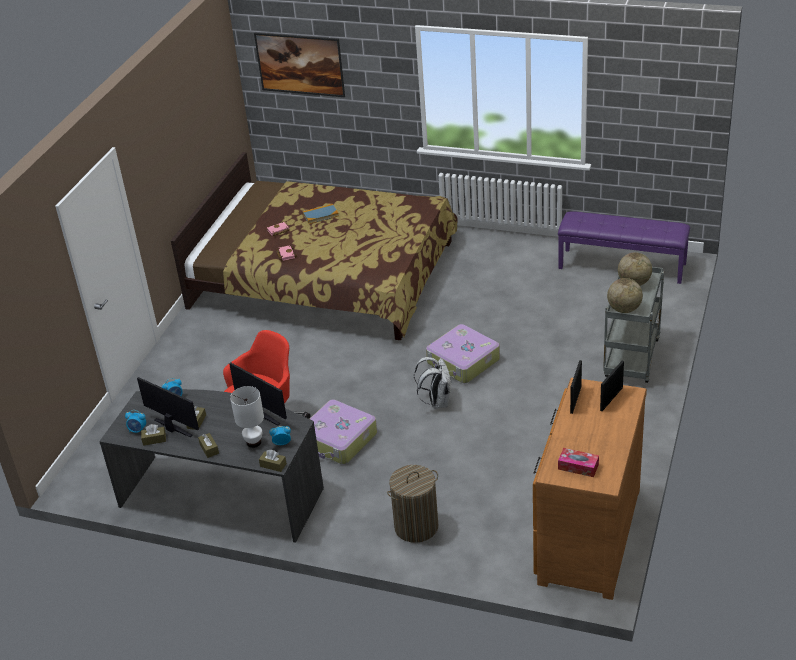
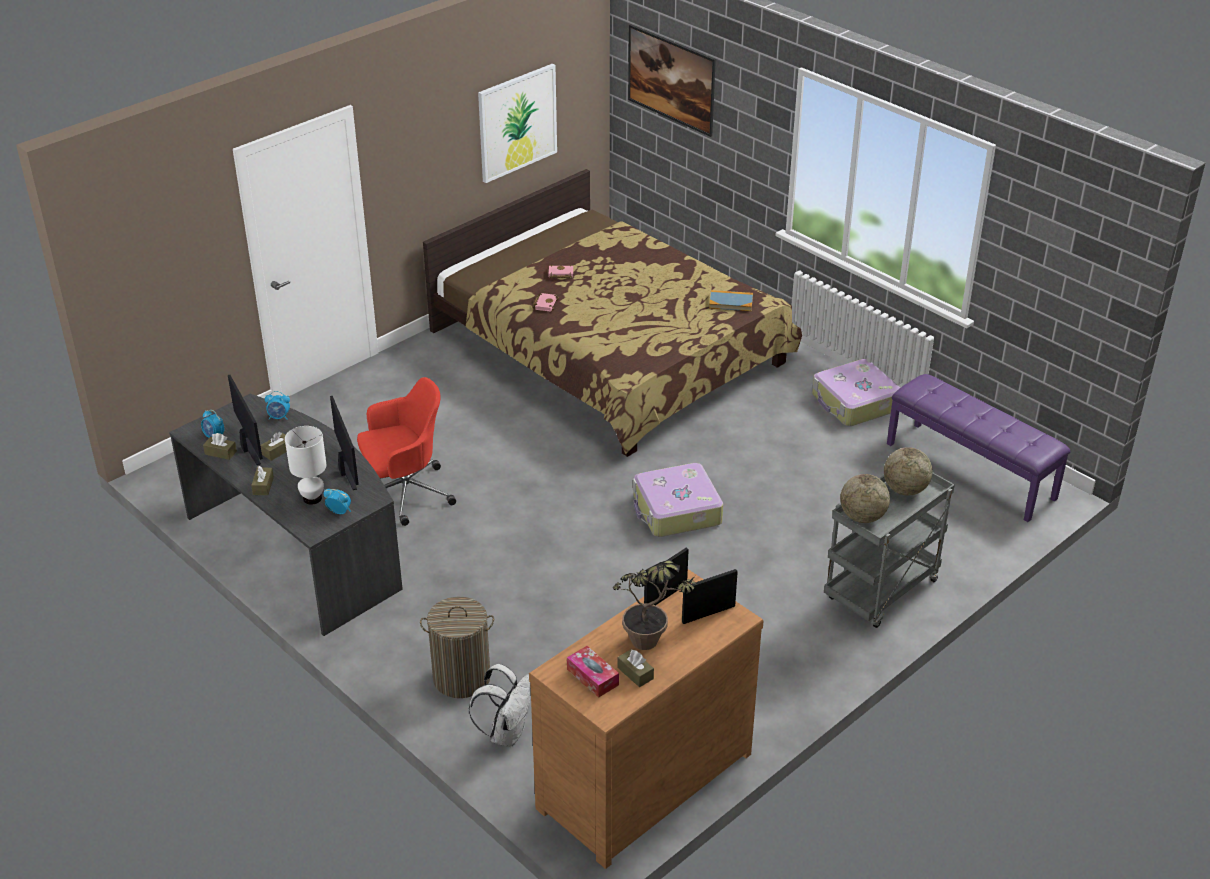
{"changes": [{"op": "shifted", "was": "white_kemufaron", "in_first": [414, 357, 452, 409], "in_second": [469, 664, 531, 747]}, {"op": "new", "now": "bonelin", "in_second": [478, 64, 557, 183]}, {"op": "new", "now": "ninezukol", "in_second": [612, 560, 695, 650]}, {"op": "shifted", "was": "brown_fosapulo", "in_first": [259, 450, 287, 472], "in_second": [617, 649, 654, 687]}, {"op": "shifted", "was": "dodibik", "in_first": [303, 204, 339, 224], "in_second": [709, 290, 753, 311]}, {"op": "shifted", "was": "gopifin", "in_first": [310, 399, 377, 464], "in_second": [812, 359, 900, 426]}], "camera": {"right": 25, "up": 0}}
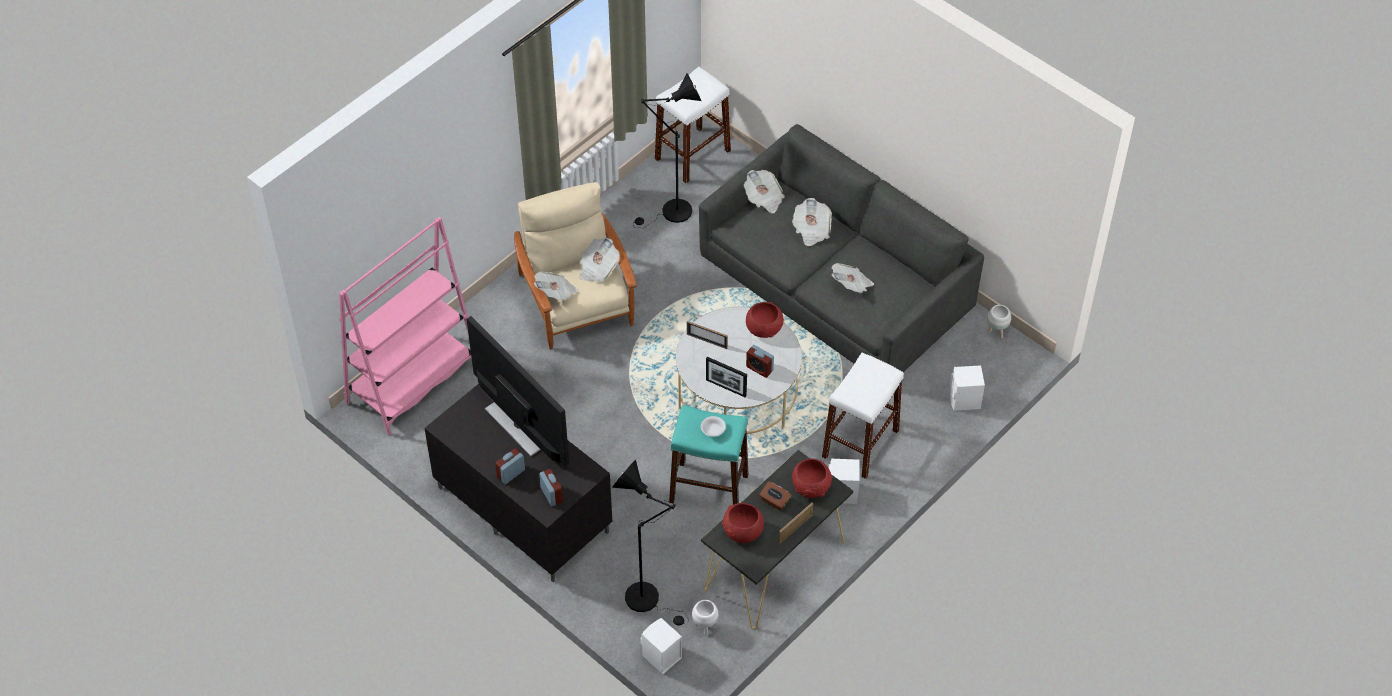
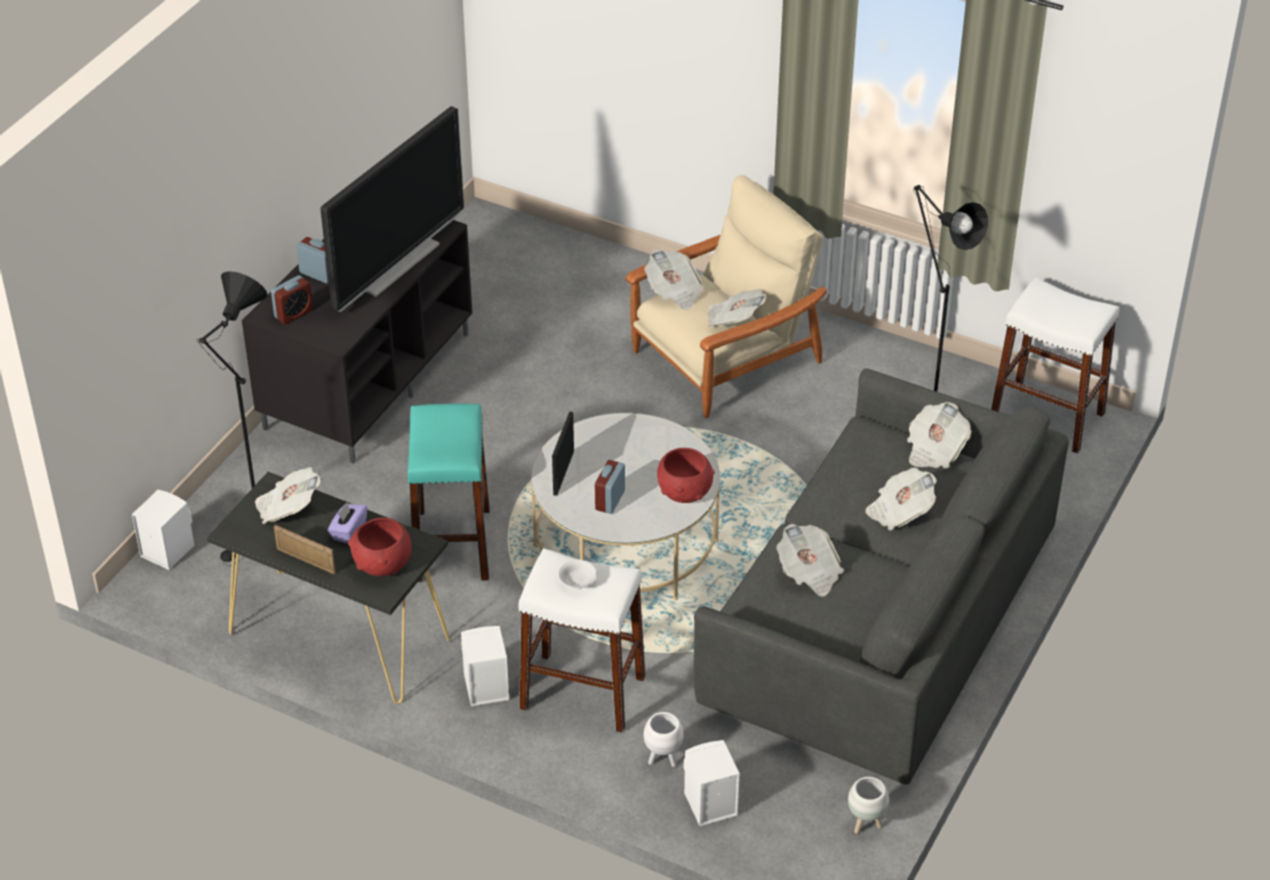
{"changes": [{"op": "swapped", "was": "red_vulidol", "now": "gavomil", "in_first": [722, 503, 764, 543], "in_second": [255, 467, 320, 524]}, {"op": "repainted", "was": "brown_fosapulo", "now": "purple_fosapulo", "in_first": [759, 481, 791, 511], "in_second": [328, 502, 368, 544]}, {"op": "shifted", "was": "white_vulidol", "in_first": [701, 416, 726, 437], "in_second": [558, 560, 597, 588]}, {"op": "shifted", "was": "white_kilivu", "in_first": [692, 600, 718, 636], "in_second": [644, 712, 684, 767]}, {"op": "gone", "was": "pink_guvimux", "in_first": [339, 217, 471, 435]}, {"op": "gone", "was": "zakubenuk", "in_first": [687, 321, 728, 349]}], "camera": {"right": 75, "up": -10}}
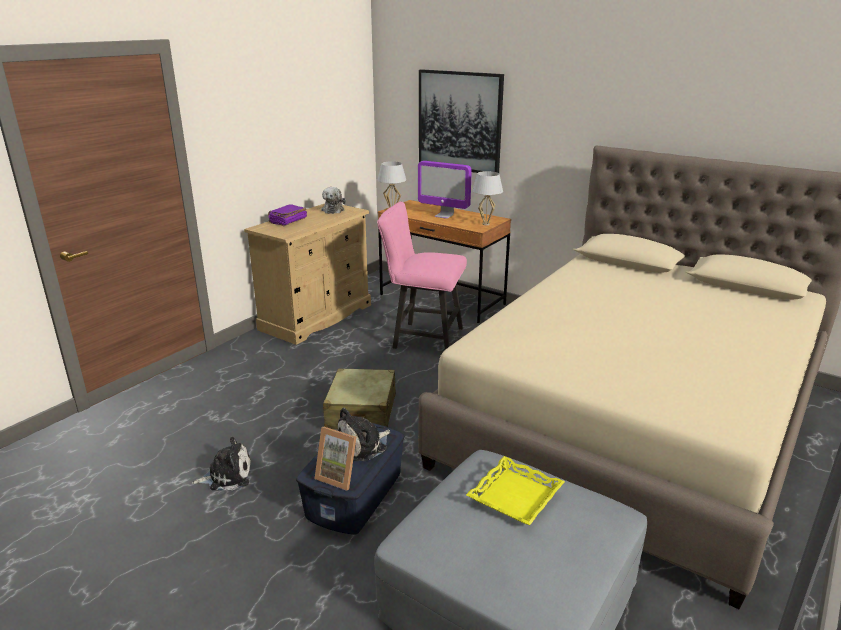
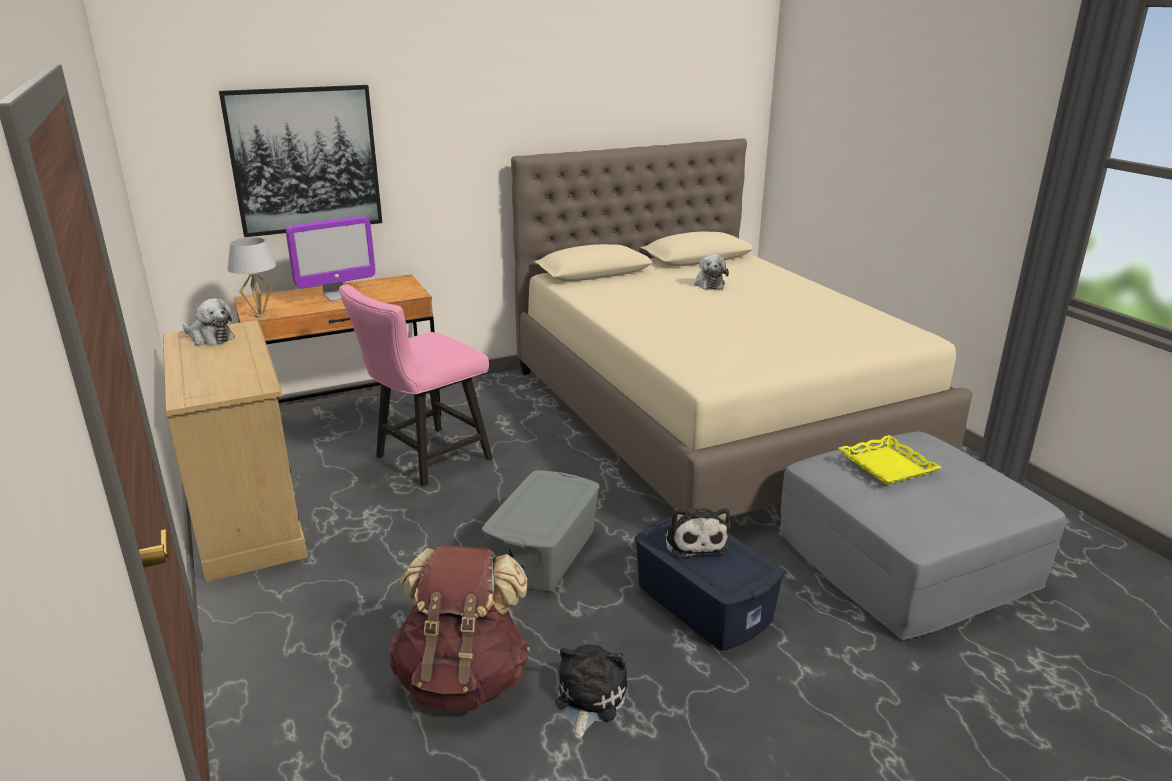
{"changes": [{"op": "new", "now": "brown_kemufaron", "in_second": [389, 545, 530, 711]}, {"op": "swapped", "was": "beige_gopifin", "now": "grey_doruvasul", "in_first": [323, 368, 396, 430], "in_second": [482, 470, 600, 592]}, {"op": "new", "now": "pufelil", "in_second": [694, 254, 729, 290]}, {"op": "gone", "was": "purple_dodibik", "in_first": [268, 204, 307, 226]}, {"op": "gone", "was": "zakubenuk", "in_first": [314, 427, 356, 491]}, {"op": "gone", "was": "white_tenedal", "in_first": [472, 171, 503, 225]}], "camera": {"right": -60, "up": 0}}
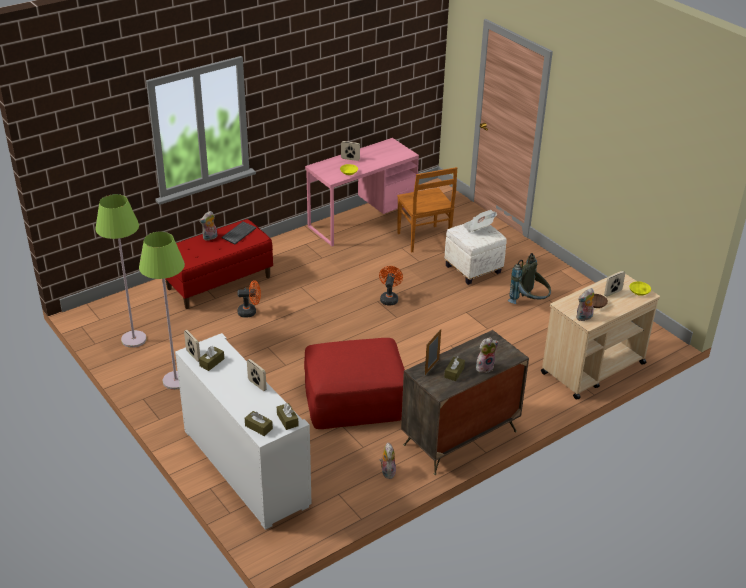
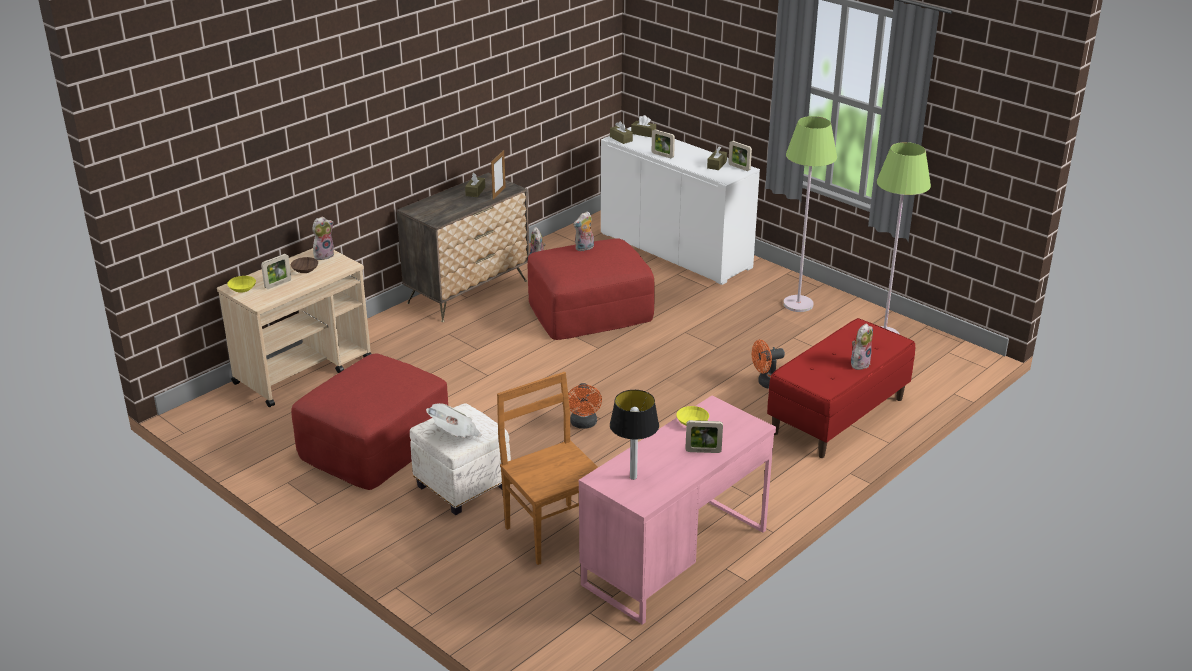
{"changes": [{"op": "swapped", "was": "grey_kemufaron", "now": "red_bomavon", "in_first": [508, 253, 551, 304], "in_second": [291, 354, 448, 490]}, {"op": "shifted", "was": "pufelil", "in_first": [476, 338, 499, 373], "in_second": [573, 211, 594, 251]}, {"op": "new", "now": "tenedal", "in_second": [610, 390, 659, 480]}, {"op": "gone", "was": "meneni", "in_first": [221, 221, 256, 244]}], "camera": {"right": 170, "up": -5}}
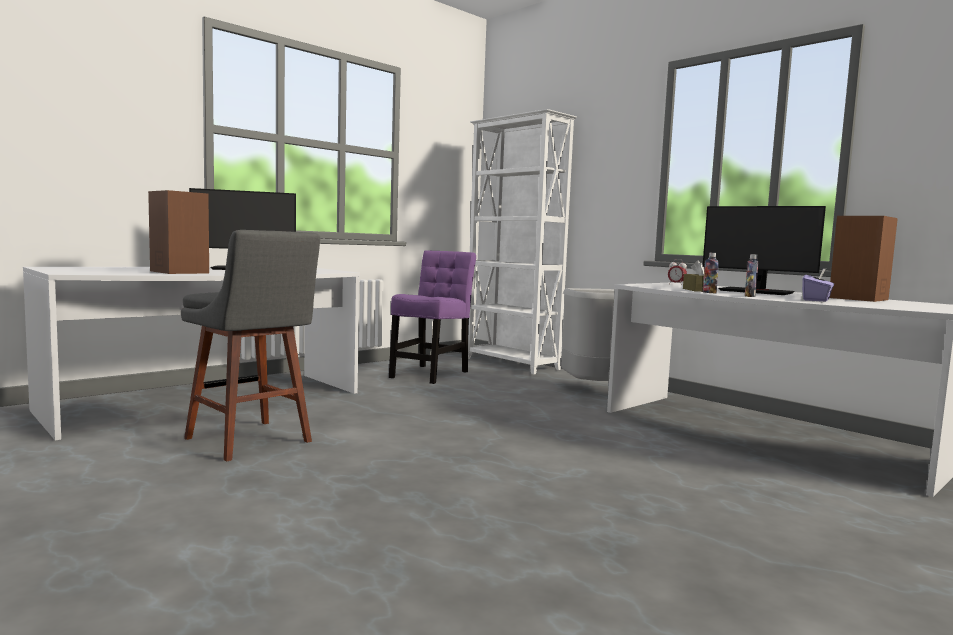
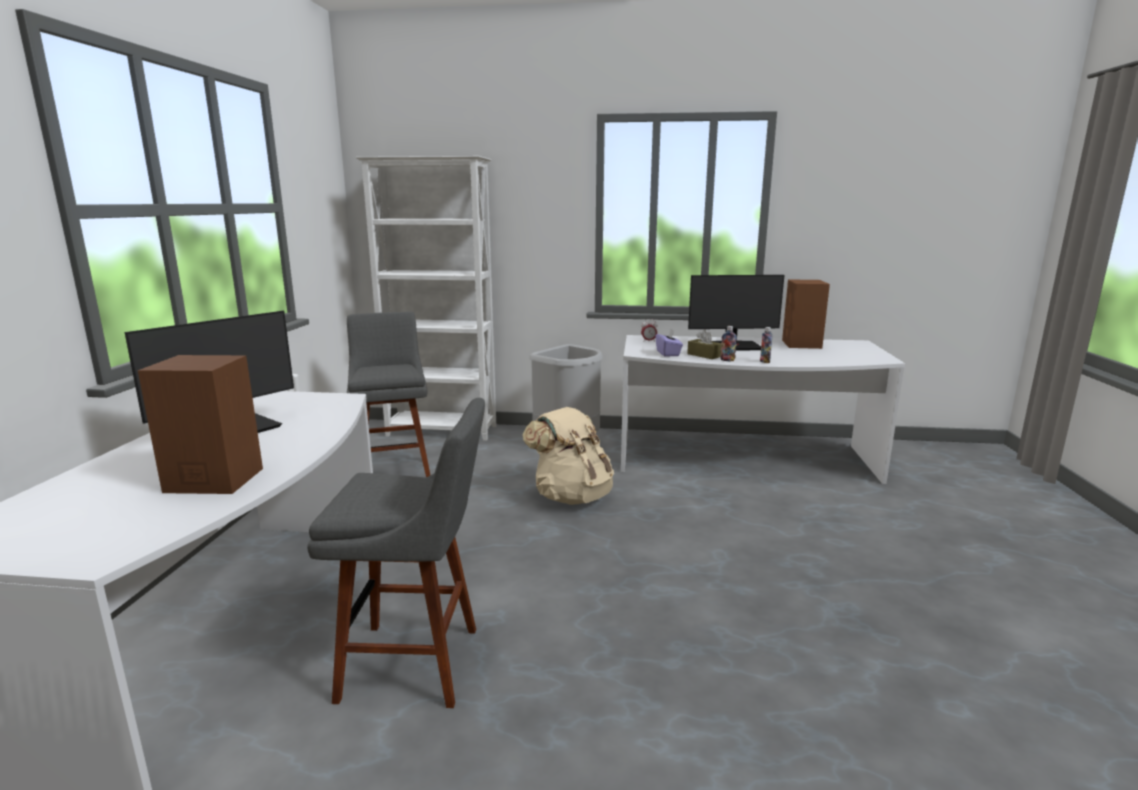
{"changes": [{"op": "swapped", "was": "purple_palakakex", "now": "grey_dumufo", "in_first": [389, 250, 476, 384], "in_second": [347, 312, 430, 478]}, {"op": "new", "now": "beige_kemufaron", "in_second": [523, 407, 614, 505]}, {"op": "shifted", "was": "purple_fosapulo", "in_first": [802, 268, 834, 302], "in_second": [655, 328, 683, 357]}], "camera": {"right": -40, "up": 10}}
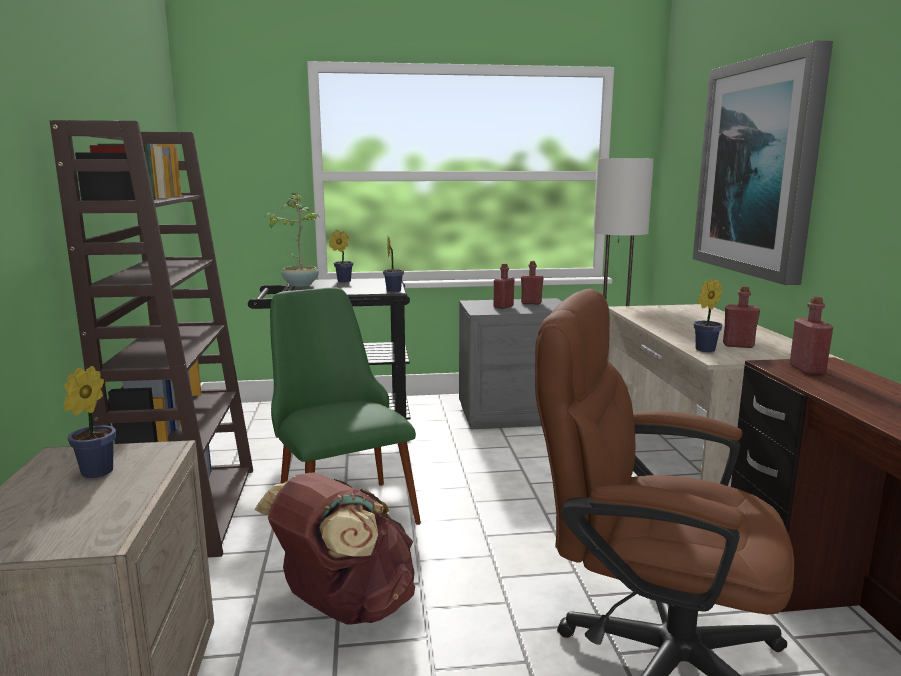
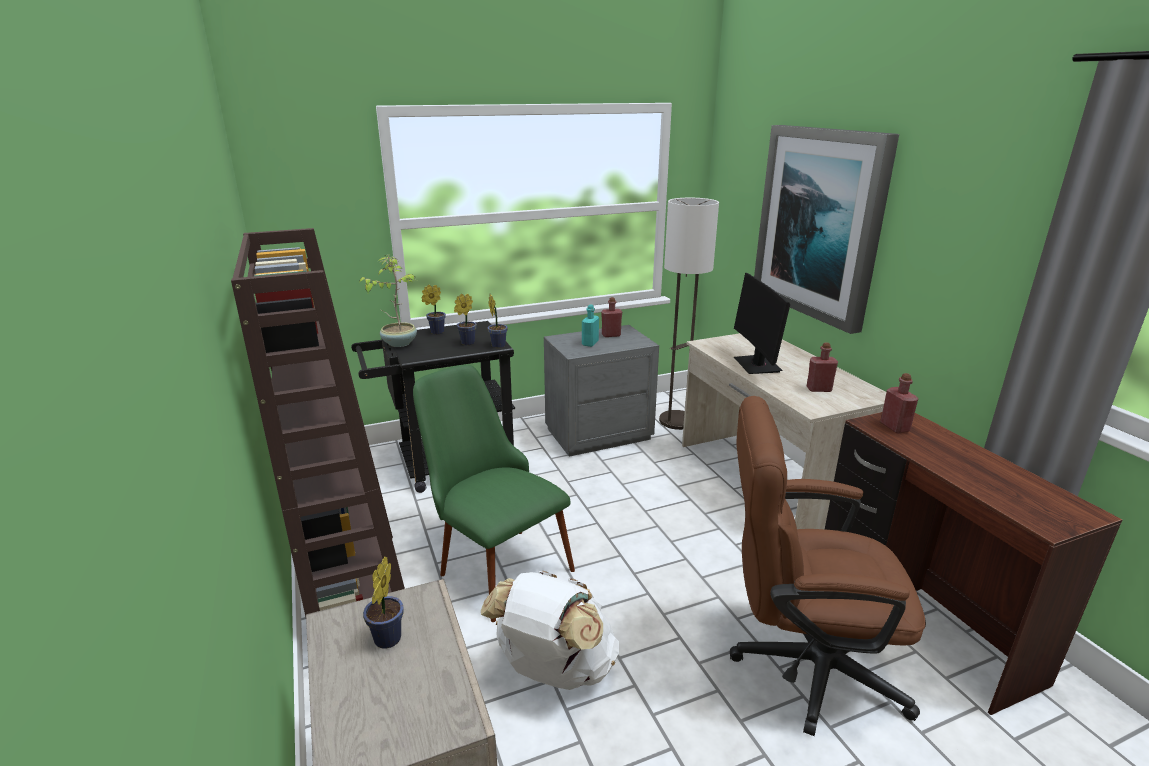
{"changes": [{"op": "shifted", "was": "ninezukol", "in_first": [693, 279, 723, 352], "in_second": [454, 294, 477, 345]}, {"op": "repainted", "was": "brown_kemufaron", "now": "white_kemufaron", "in_first": [255, 472, 415, 625], "in_second": [481, 570, 619, 690]}, {"op": "repainted", "was": "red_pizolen", "now": "turquoise_pizolen", "in_first": [494, 263, 515, 309], "in_second": [582, 304, 599, 347]}, {"op": "new", "now": "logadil", "in_second": [734, 273, 790, 374]}], "camera": {"right": -15, "up": 10}}
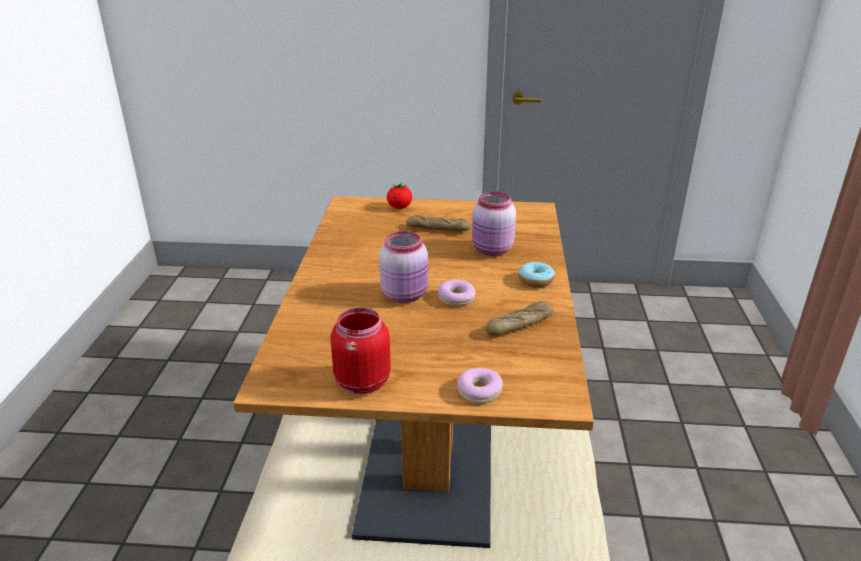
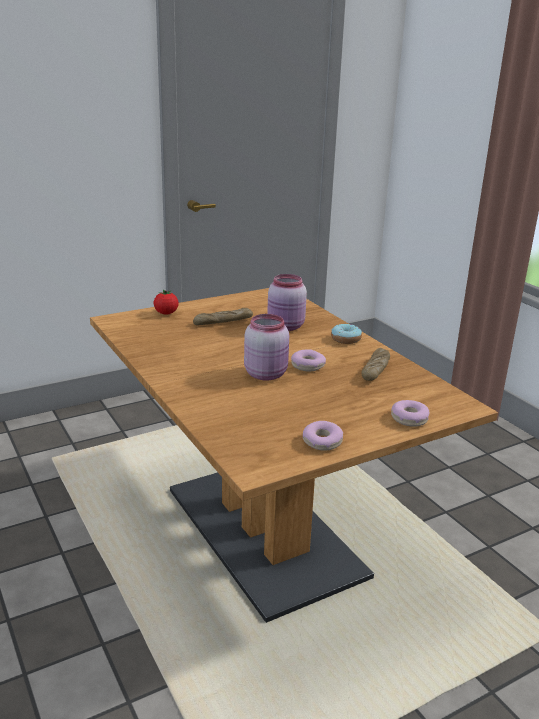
{"changes": [{"op": "swapped", "was": "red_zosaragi", "now": "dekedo", "in_first": [330, 308, 391, 394], "in_second": [303, 421, 343, 451]}], "camera": {"right": -35, "up": -5}}
